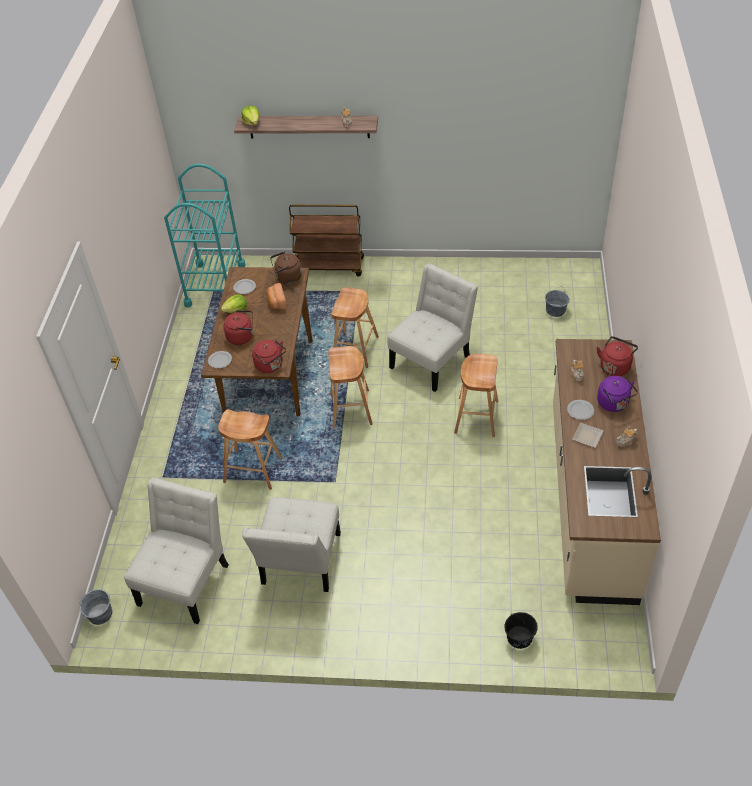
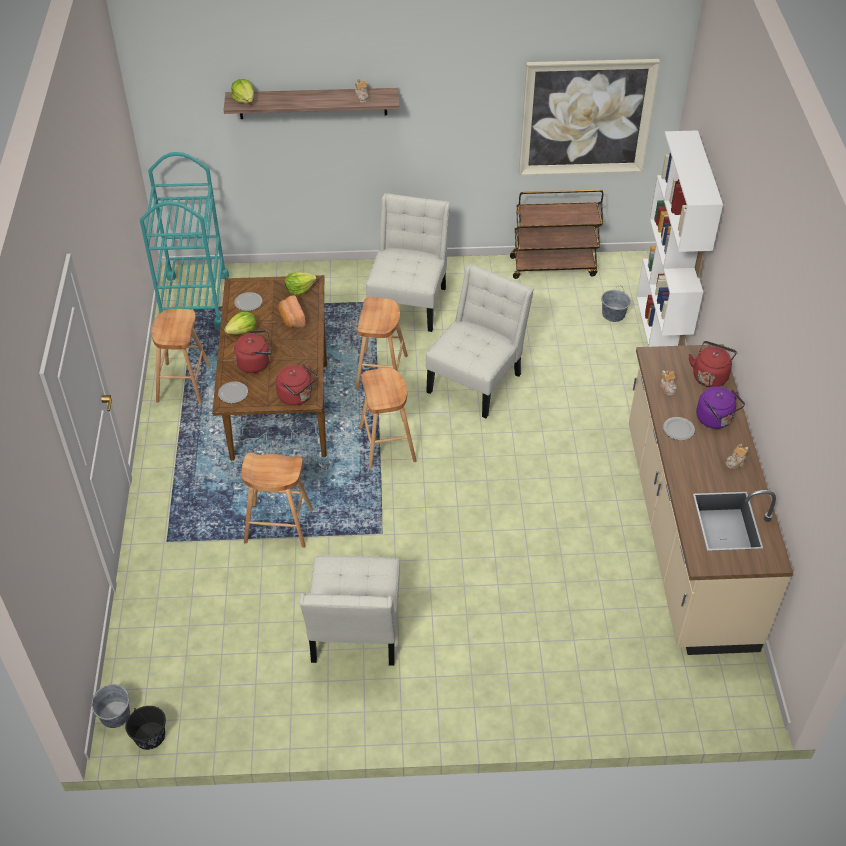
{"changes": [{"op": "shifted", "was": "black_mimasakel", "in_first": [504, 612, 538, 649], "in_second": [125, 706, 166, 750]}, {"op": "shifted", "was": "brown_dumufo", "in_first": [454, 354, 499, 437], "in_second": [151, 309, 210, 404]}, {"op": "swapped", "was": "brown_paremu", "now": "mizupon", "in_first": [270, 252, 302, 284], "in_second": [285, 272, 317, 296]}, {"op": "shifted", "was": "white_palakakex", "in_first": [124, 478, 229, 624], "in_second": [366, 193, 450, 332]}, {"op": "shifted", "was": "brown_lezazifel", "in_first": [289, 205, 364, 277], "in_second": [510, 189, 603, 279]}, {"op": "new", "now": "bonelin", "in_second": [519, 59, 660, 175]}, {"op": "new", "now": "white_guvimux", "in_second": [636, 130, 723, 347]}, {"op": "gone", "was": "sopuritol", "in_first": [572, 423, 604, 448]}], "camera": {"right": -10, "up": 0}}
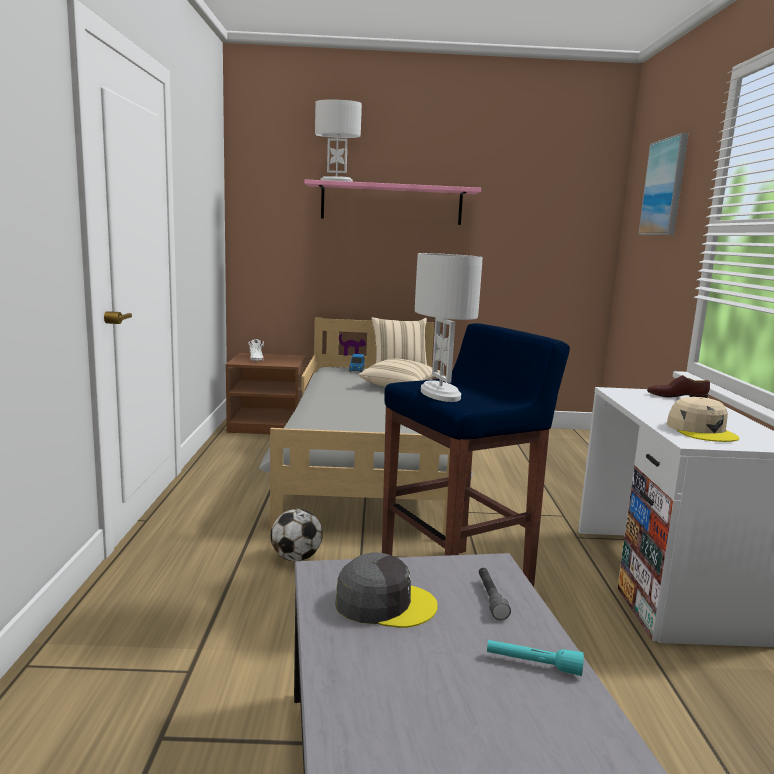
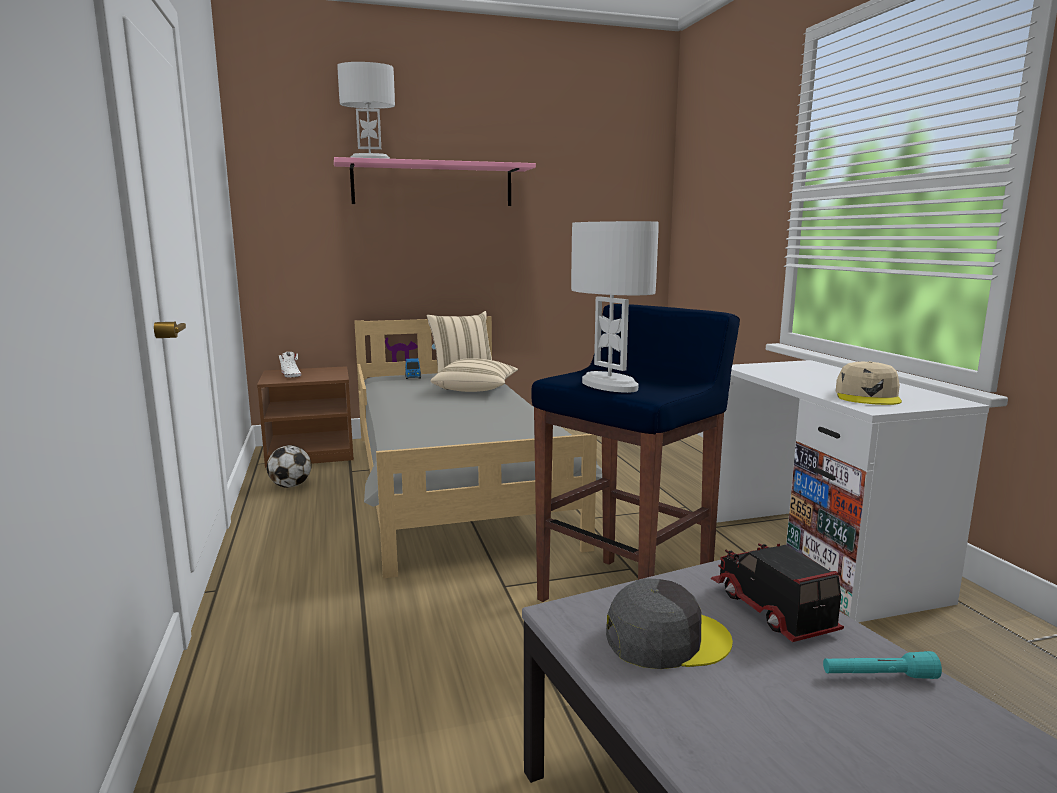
{"changes": [{"op": "shifted", "was": "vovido", "in_first": [271, 509, 323, 561], "in_second": [267, 445, 311, 488]}, {"op": "swapped", "was": "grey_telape", "now": "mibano", "in_first": [479, 568, 511, 620], "in_second": [710, 543, 844, 642]}, {"op": "rotated", "was": "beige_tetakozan", "in_first": [667, 397, 739, 442], "in_second": [836, 361, 902, 405], "clockwise": 45}, {"op": "gone", "was": "bonelin", "in_first": [638, 133, 688, 235]}, {"op": "gone", "was": "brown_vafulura", "in_first": [647, 375, 710, 398]}], "camera": {"right": -15, "up": 0}}
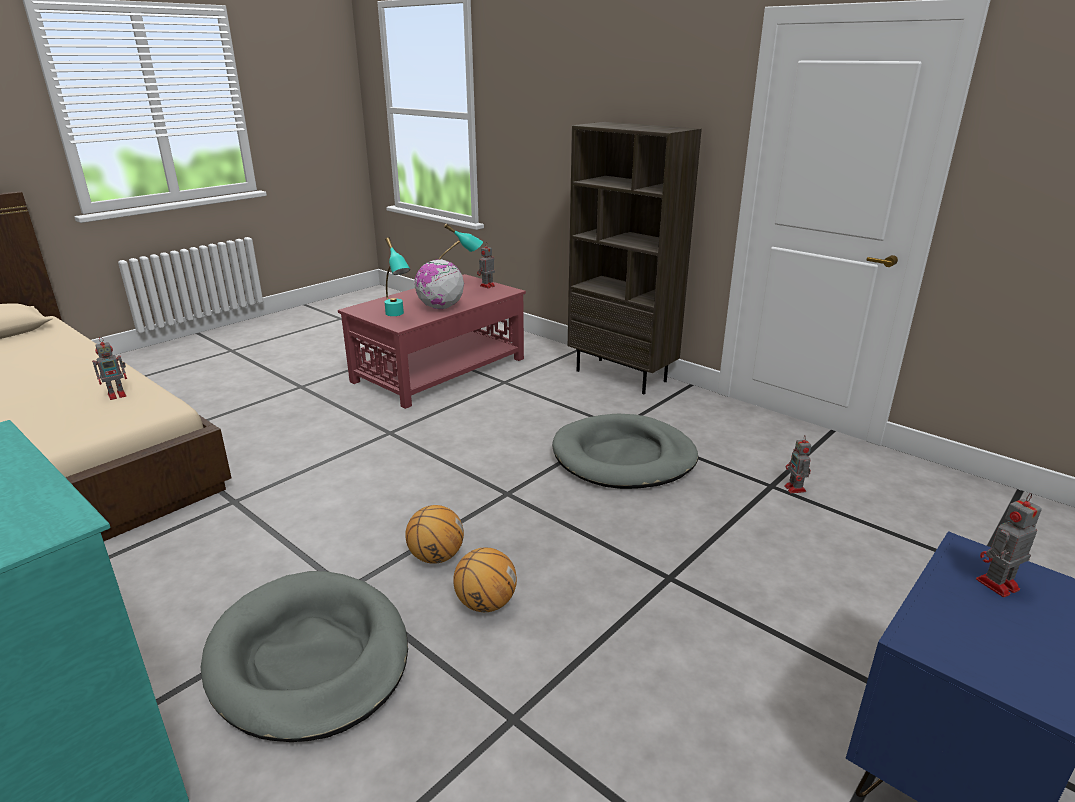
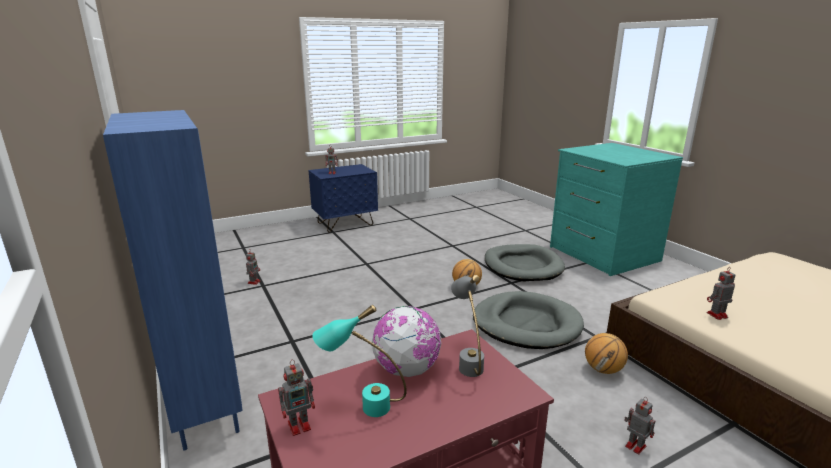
{"changes": [{"op": "repainted", "was": "brown_guvimux", "now": "blue_guvimux", "in_first": [568, 122, 702, 394], "in_second": [103, 110, 242, 450]}, {"op": "repainted", "was": "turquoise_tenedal", "now": "grey_tenedal", "in_first": [385, 237, 410, 316], "in_second": [451, 275, 484, 377]}, {"op": "shifted", "was": "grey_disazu", "in_first": [552, 414, 698, 489], "in_second": [473, 291, 584, 349]}, {"op": "shifted", "was": "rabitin", "in_first": [453, 547, 517, 612], "in_second": [585, 333, 628, 374]}, {"op": "new", "now": "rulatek", "in_second": [624, 397, 655, 455]}], "camera": {"right": -160, "up": -5}}
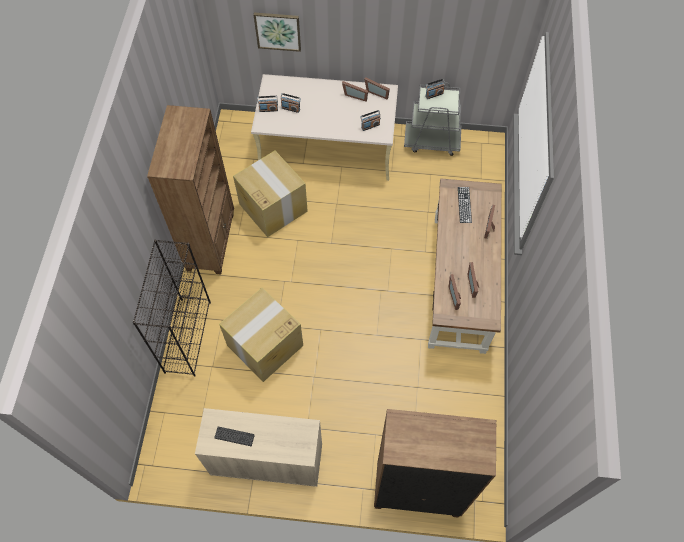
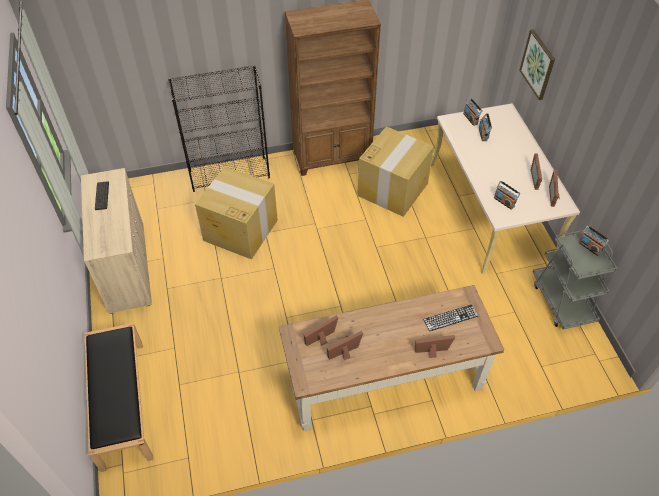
{"changes": [{"op": "swapped", "was": "brown_guvimux", "now": "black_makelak", "in_first": [374, 409, 496, 518], "in_second": [84, 323, 153, 472]}], "camera": {"right": 70, "up": -10}}
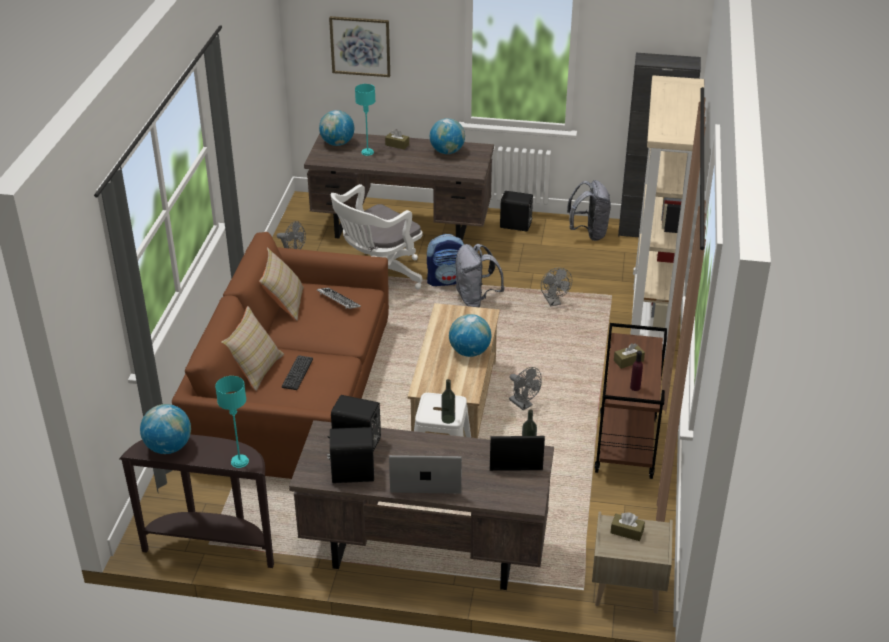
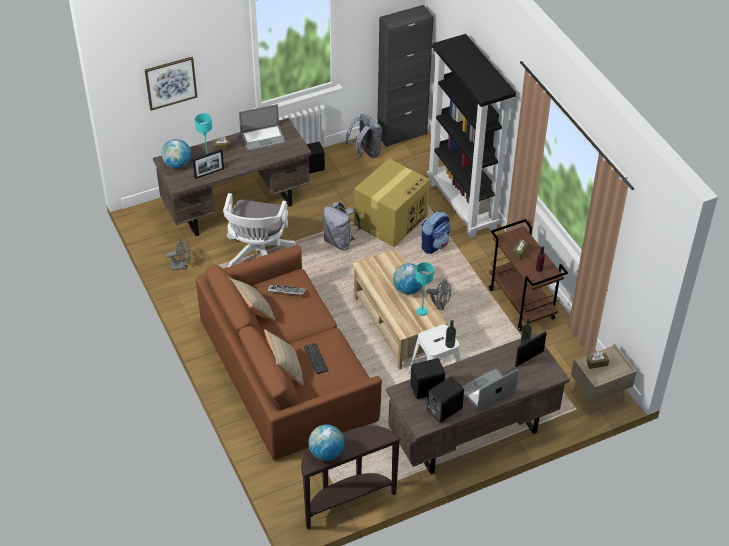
{"changes": [{"op": "new", "now": "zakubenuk", "in_second": [193, 149, 224, 179]}, {"op": "swapped", "was": "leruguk", "now": "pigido", "in_first": [430, 118, 465, 154], "in_second": [239, 104, 286, 151]}, {"op": "swapped", "was": "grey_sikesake", "now": "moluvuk", "in_first": [541, 268, 572, 306], "in_second": [354, 159, 430, 247]}, {"op": "shifted", "was": "turquoise_tenedal", "in_first": [215, 376, 249, 468], "in_second": [416, 262, 434, 316]}, {"op": "shifted", "was": "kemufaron", "in_first": [427, 234, 464, 286], "in_second": [421, 212, 450, 254]}, {"op": "repainted", "was": "beige_guvimux", "now": "black_guvimux", "in_first": [630, 75, 704, 359], "in_second": [427, 34, 516, 239]}], "camera": {"right": -35, "up": 10}}
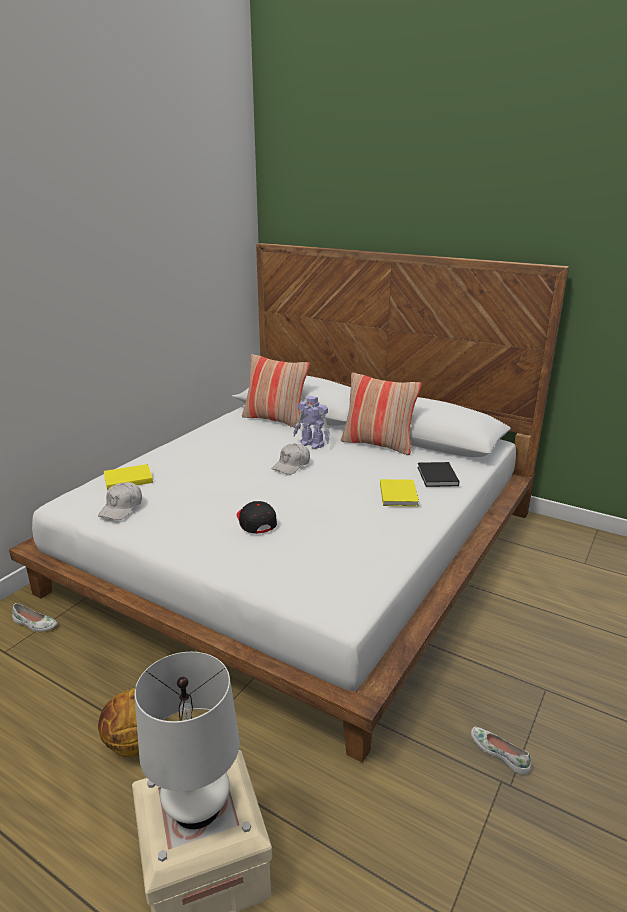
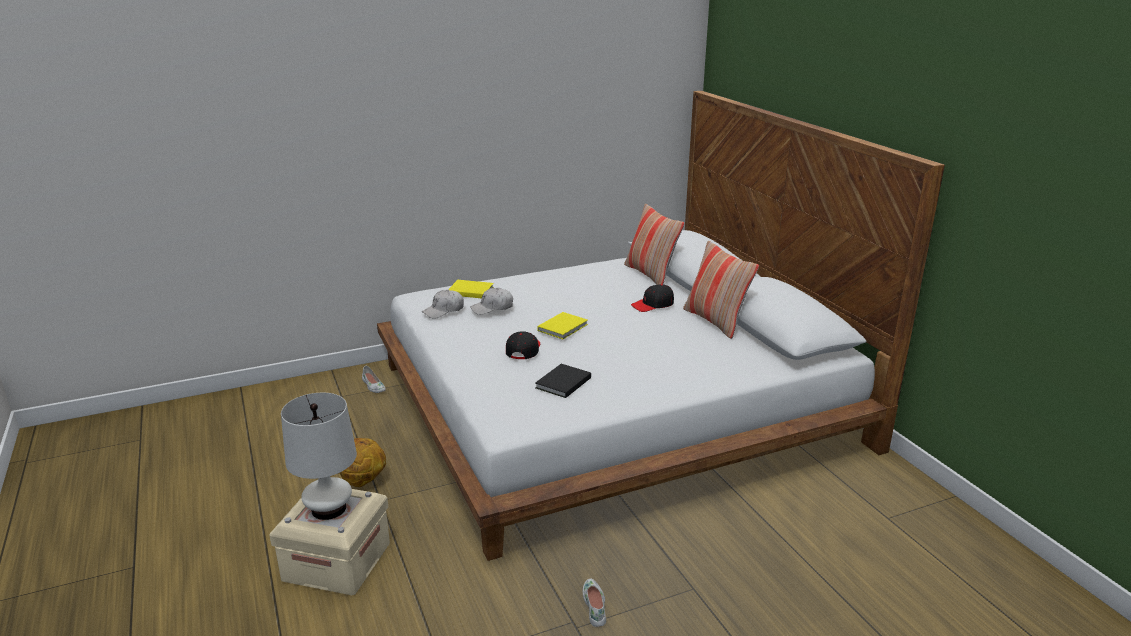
{"changes": [{"op": "shifted", "was": "white_tetakozan", "in_first": [272, 443, 310, 475], "in_second": [470, 288, 513, 315]}, {"op": "shifted", "was": "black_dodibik", "in_first": [417, 462, 459, 487], "in_second": [535, 364, 591, 398]}, {"op": "shifted", "was": "yellow_dodibik", "in_first": [380, 479, 419, 507], "in_second": [537, 312, 588, 339]}, {"op": "swapped", "was": "rulatek", "now": "black_tetakozan", "in_first": [293, 396, 330, 449], "in_second": [631, 284, 674, 312]}], "camera": {"right": 35, "up": 0}}
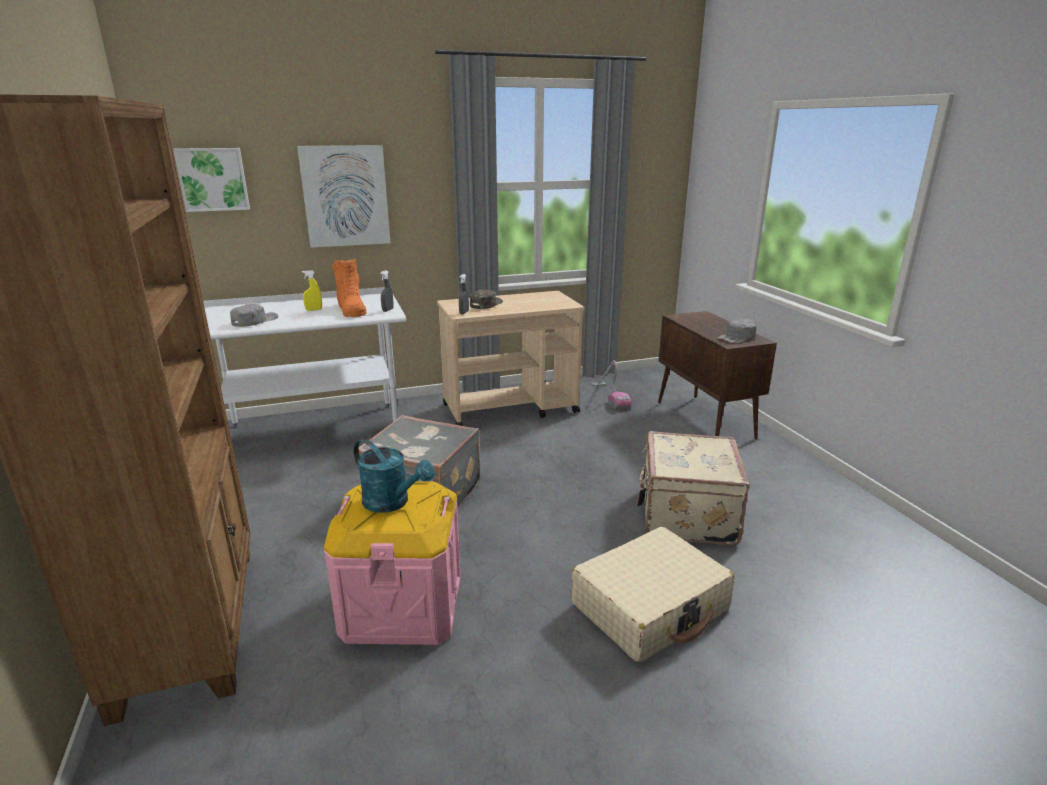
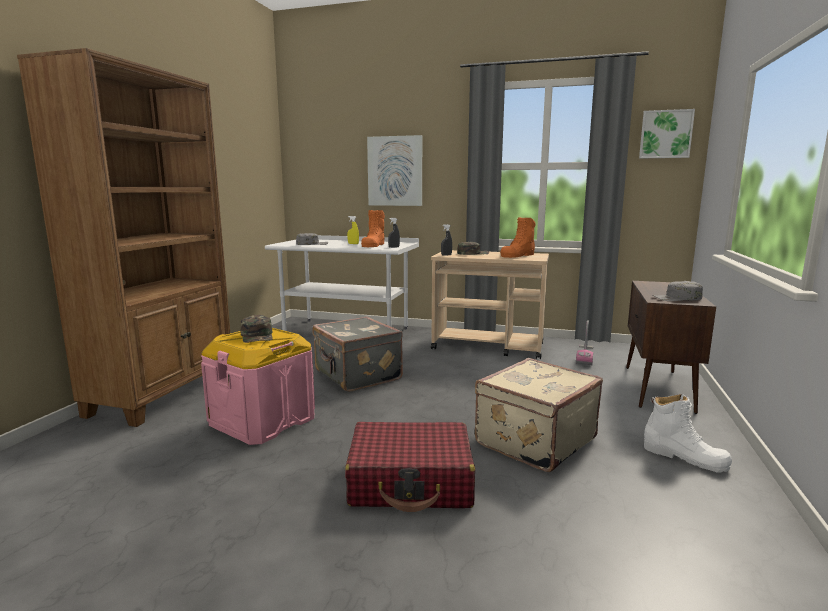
{"changes": [{"op": "swapped", "was": "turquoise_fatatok", "now": "green_tetakozan", "in_first": [353, 439, 435, 513], "in_second": [241, 315, 272, 343]}, {"op": "repainted", "was": "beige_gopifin", "now": "red_gopifin", "in_first": [572, 527, 734, 663], "in_second": [345, 422, 475, 512]}, {"op": "new", "now": "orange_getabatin", "in_second": [500, 217, 536, 258]}, {"op": "shifted", "was": "bonelin", "in_first": [173, 148, 250, 212], "in_second": [639, 109, 695, 159]}, {"op": "new", "now": "white_getabatin", "in_second": [644, 394, 732, 473]}], "camera": {"right": 35, "up": -10}}
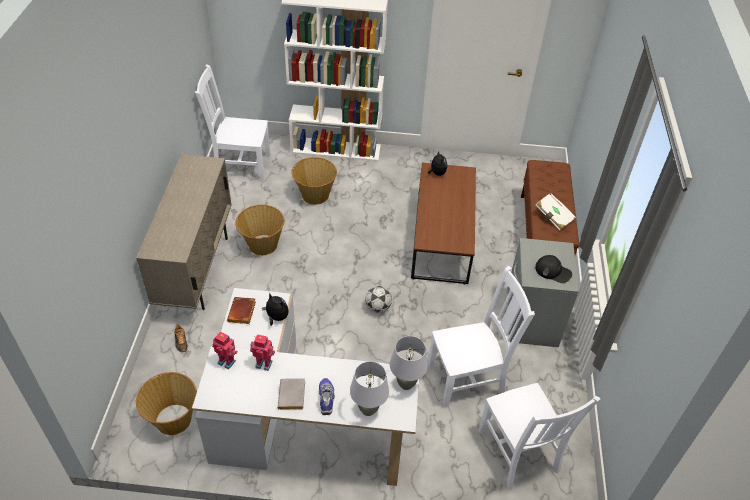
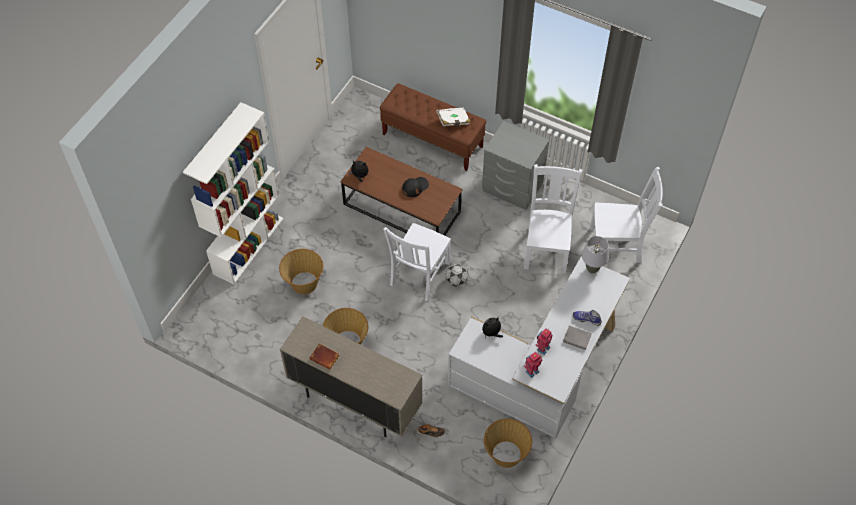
{"changes": [{"op": "shifted", "was": "brown_dodibik", "in_first": [227, 297, 256, 324], "in_second": [309, 343, 340, 370]}, {"op": "shifted", "was": "white_palakakex", "in_first": [195, 64, 270, 181], "in_second": [383, 223, 451, 301]}, {"op": "shifted", "was": "black_tetakozan", "in_first": [535, 255, 572, 283], "in_second": [402, 177, 429, 197]}, {"op": "gone", "was": "grey_tenedal", "in_first": [350, 361, 389, 416]}], "camera": {"right": -65, "up": 10}}
